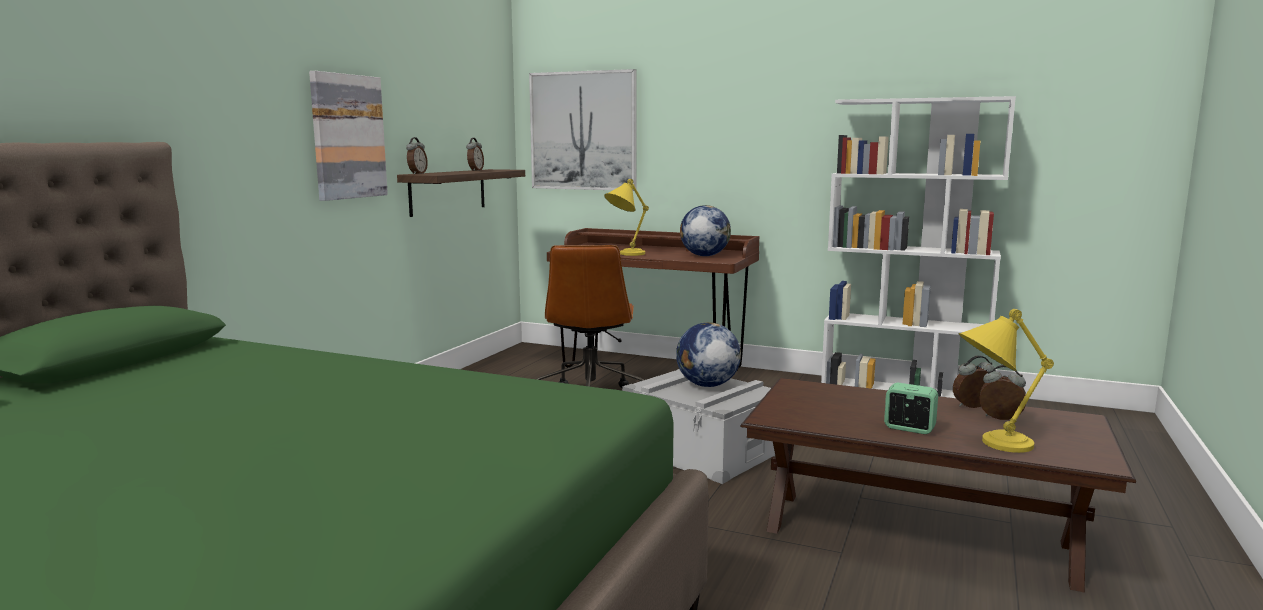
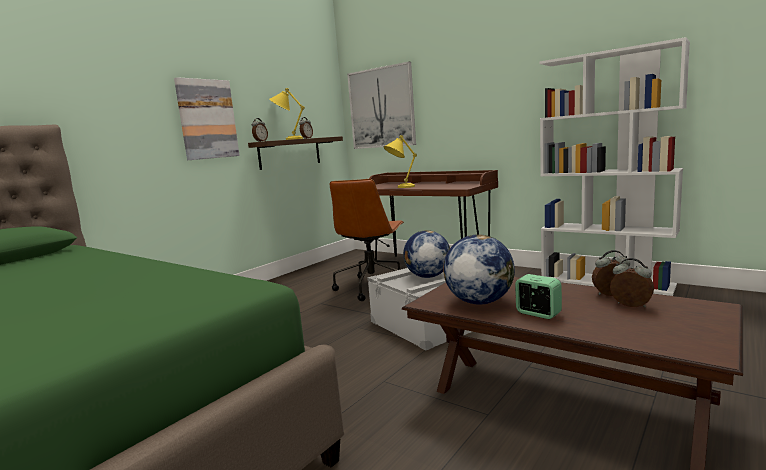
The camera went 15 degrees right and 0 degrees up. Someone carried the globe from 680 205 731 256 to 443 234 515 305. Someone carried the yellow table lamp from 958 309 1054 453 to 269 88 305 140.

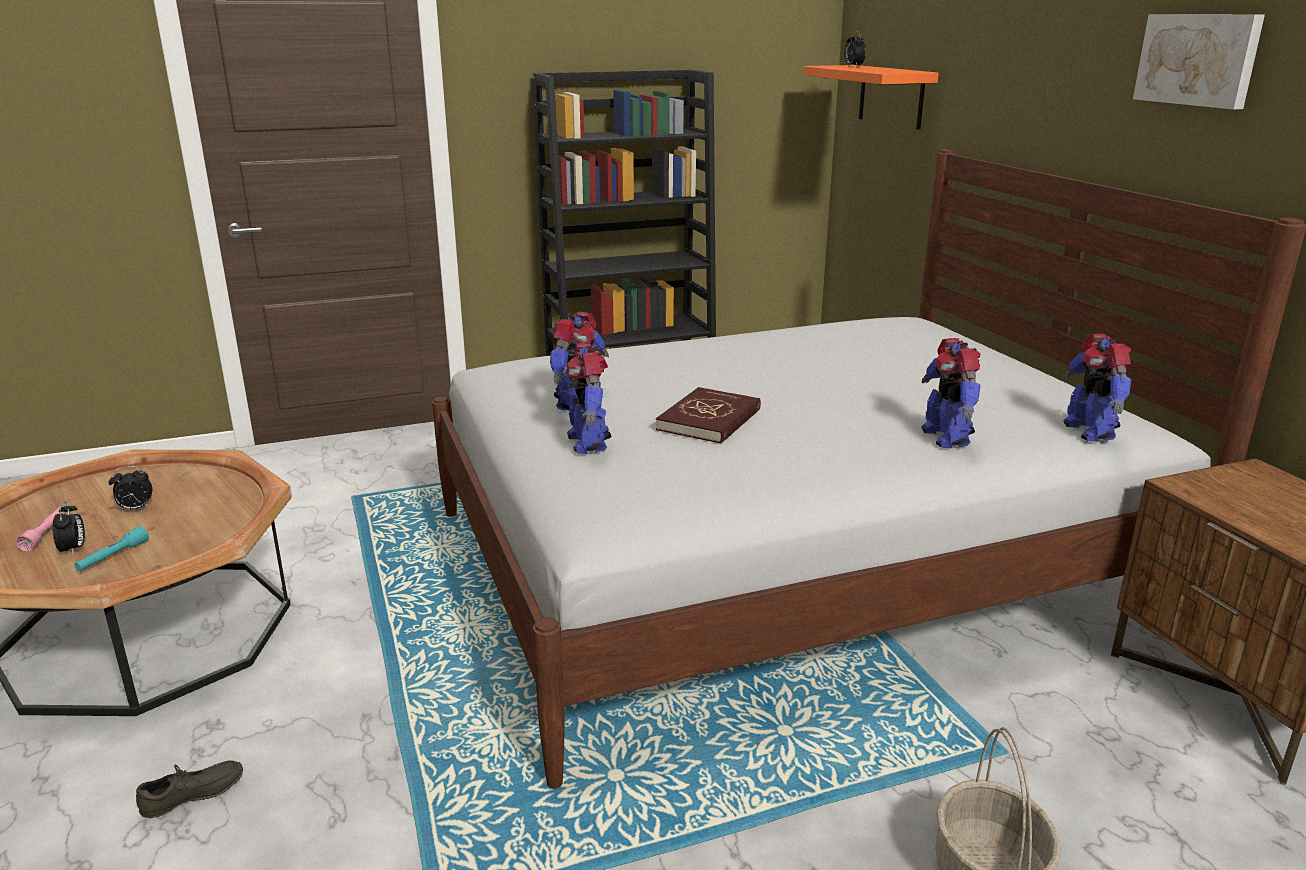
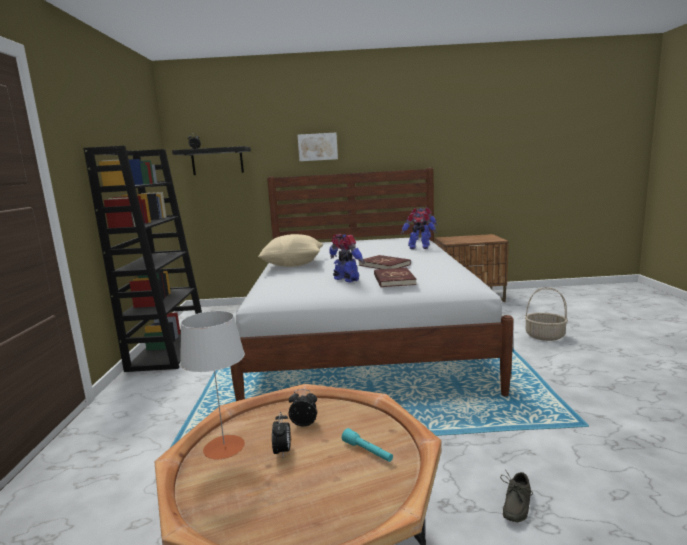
The camera went 70 degrees left and 10 degrees down. Someone took away the pink flashlight at 16 506 67 551. Someone carried the alarm clock from 52 501 85 555 to 289 389 317 426. Someone rotated the grey shoe at 136 760 243 818 by 135 degrees counterclockwise. Someone swapped the toy robot at 565 342 611 454 for the red book at 374 268 417 287. Someone repainted the orange shelf at 803 65 939 130, which became the black shelf at 172 146 251 175. Someone carried the picture from 1133 14 1265 110 to 298 133 338 161. Someone put down the grey table lamp at 180 311 245 460. Someone put down the beige pillow at 258 234 323 267.

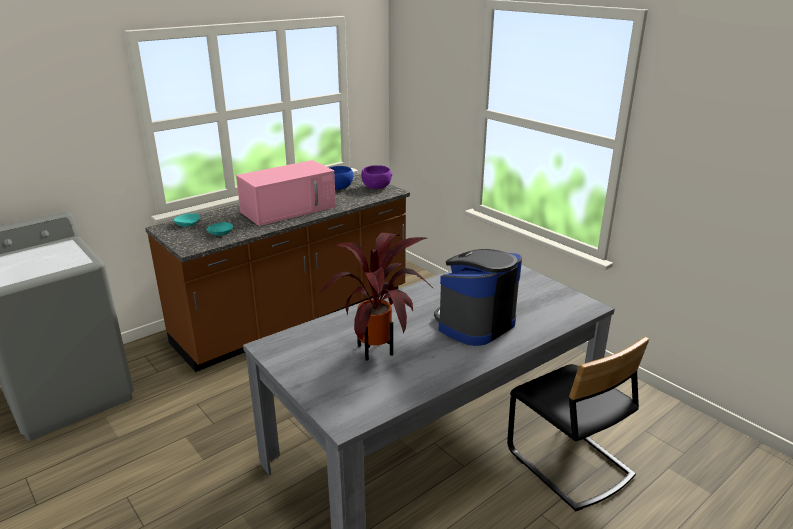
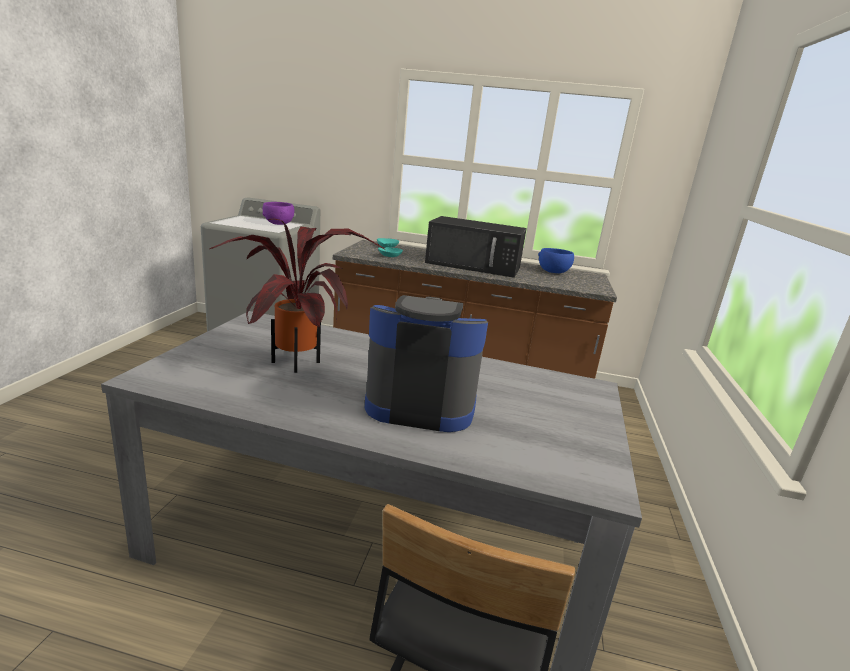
The camera went 50 degrees right and 5 degrees down. Someone repainted the pink microwave at 236 160 336 226, which became the black microwave at 425 216 527 278. Someone carried the purple bowl from 361 165 392 189 to 263 202 294 225.

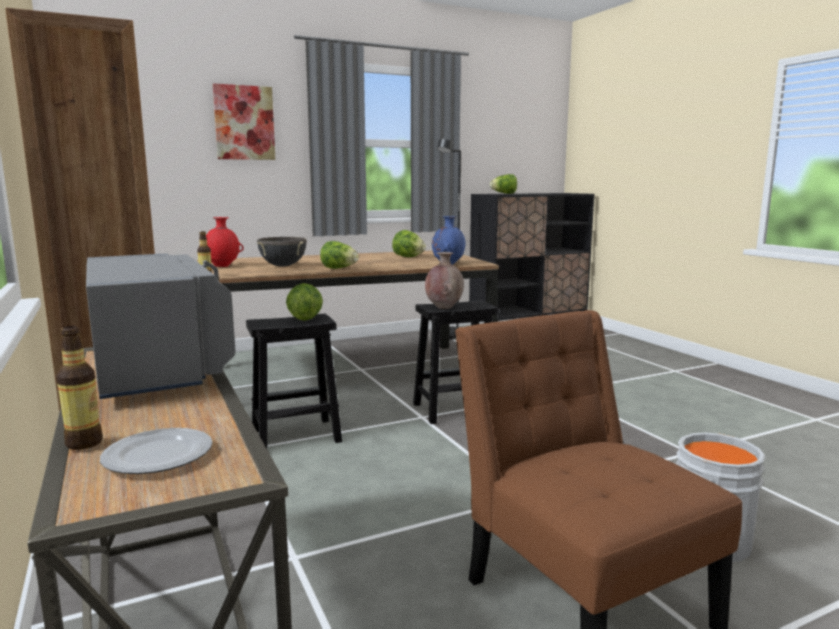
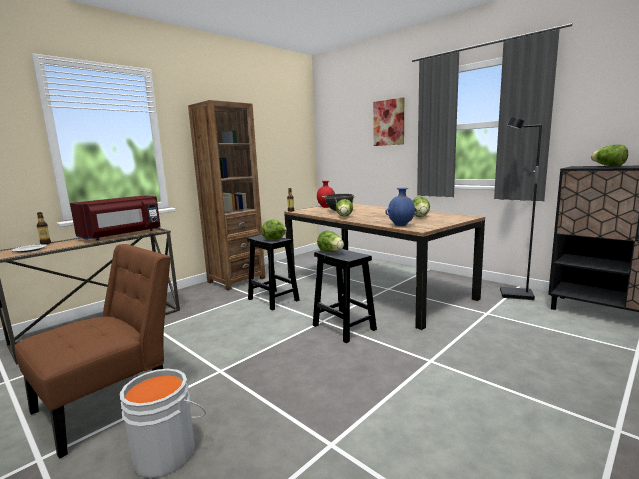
The camera went 70 degrees right and 0 degrees up. Someone repainted the grey microwave at 86 253 235 399, which became the red microwave at 70 195 161 240. Someone swapped the brown vase at 425 252 464 309 for the lettuce at 317 231 344 252.

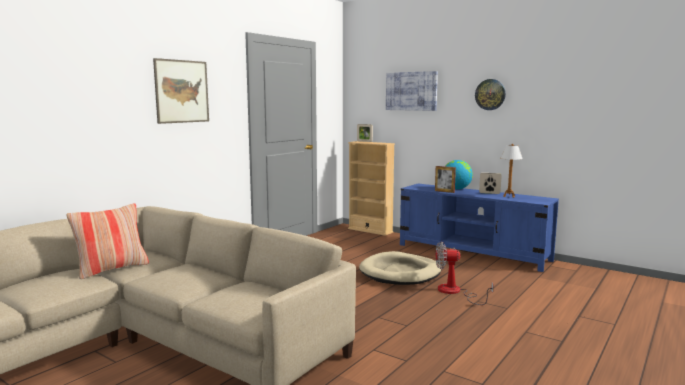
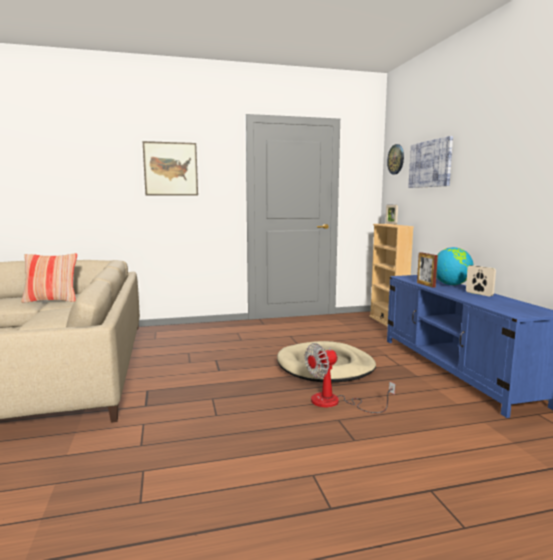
The camera went 40 degrees right and 0 degrees up. Someone rotated the fan at 436 242 494 305 by 75 degrees counterclockwise. Someone carried the wall clock from 475 79 506 110 to 387 144 404 174. Someone took away the table lamp at 501 144 523 198.

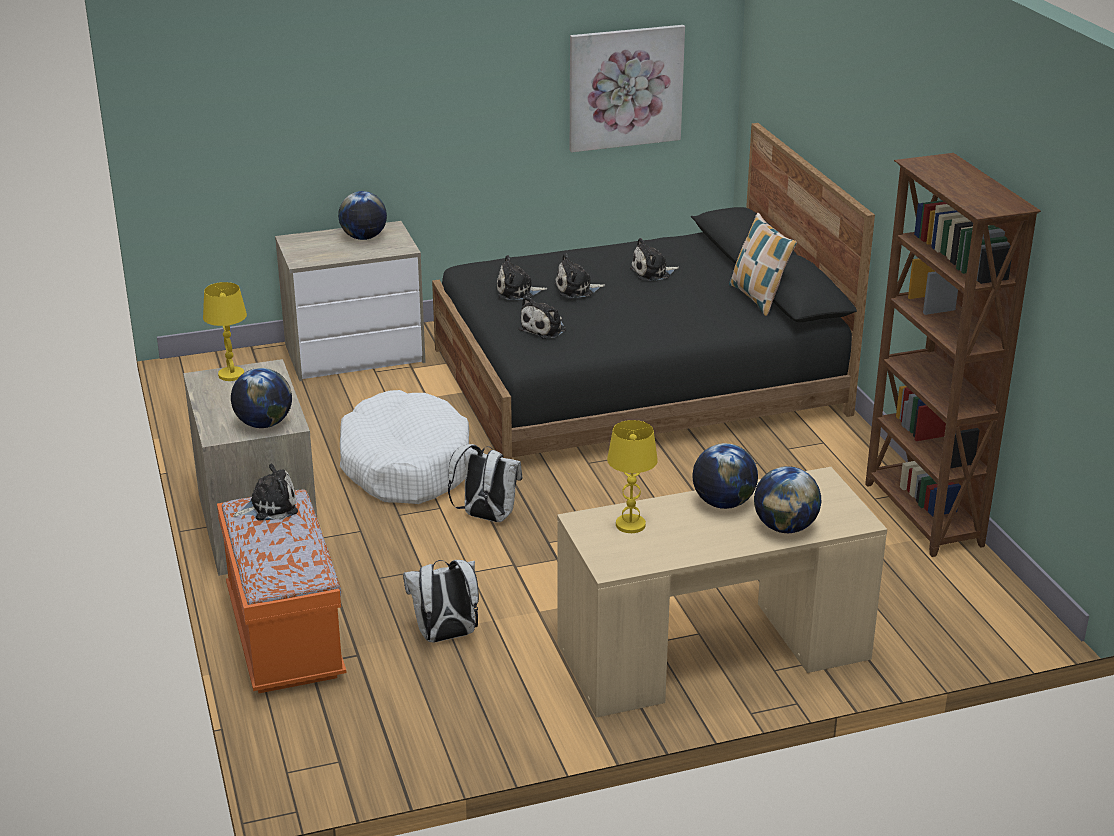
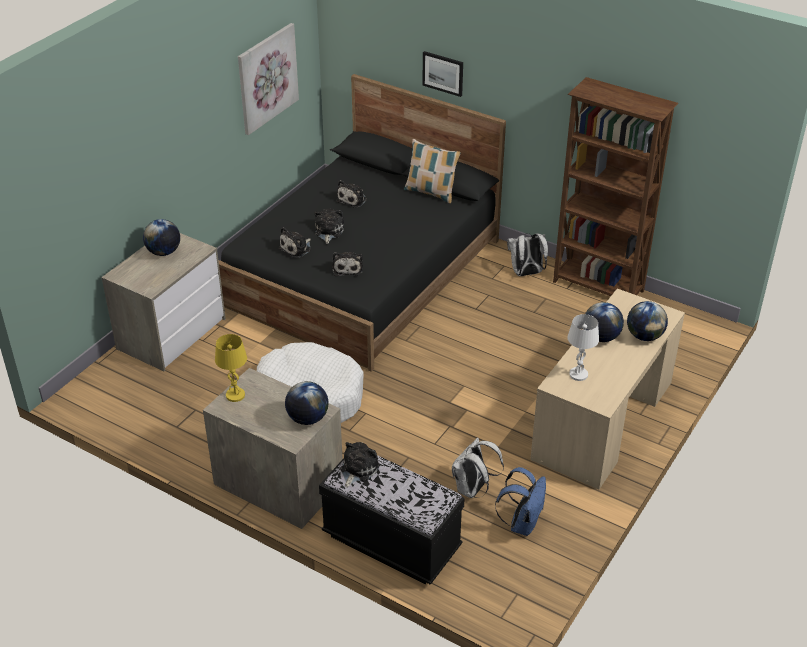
The camera went 40 degrees left and 10 degrees up. Someone repainted the orange bench at 217 489 347 693, which became the black bench at 319 455 465 585. Someone carried the white backpack from 448 444 522 522 to 507 233 548 276. Someone rotated the plush toy at 554 253 605 298 by 150 degrees clockwise. Someone repainted the yellow table lamp at 607 420 658 533, which became the white table lamp at 567 314 599 381. Someone put up the picture at 422 51 463 97. Someone put down the blue backpack at 495 467 546 536.

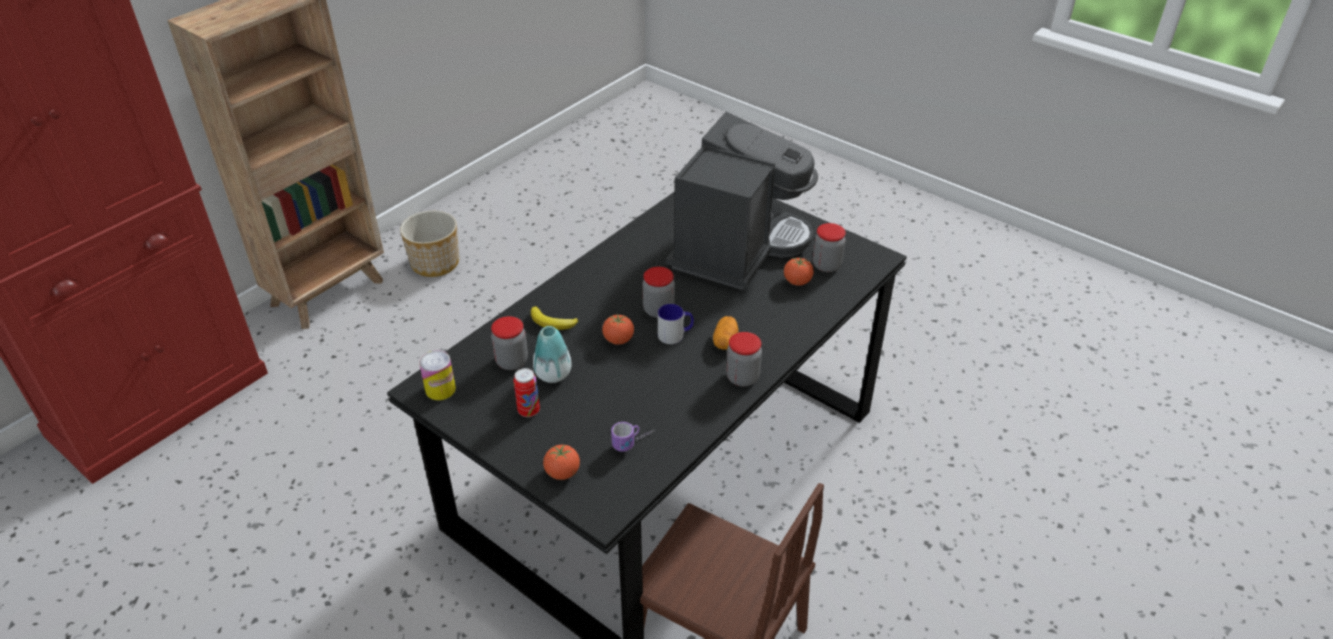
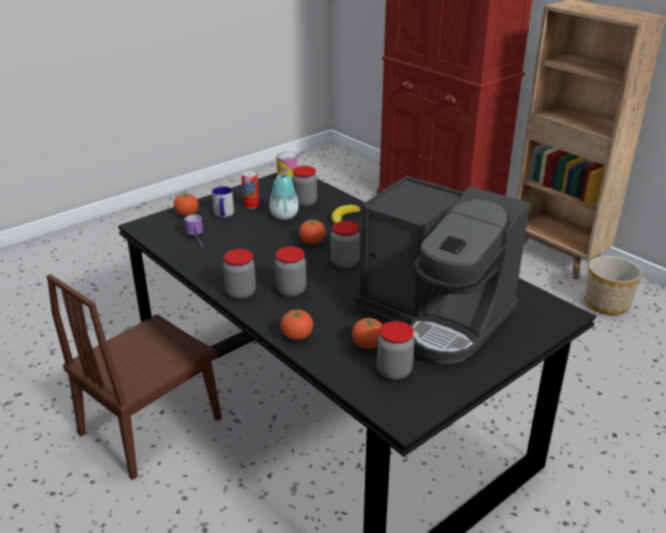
The camera went 100 degrees right and 10 degrees down. Someone carried the mug from 658 304 694 344 to 212 186 234 217. Someone swapped the potato at 713 316 739 350 for the jar at 275 246 306 297. Someone put down the tomato at 281 310 313 340.

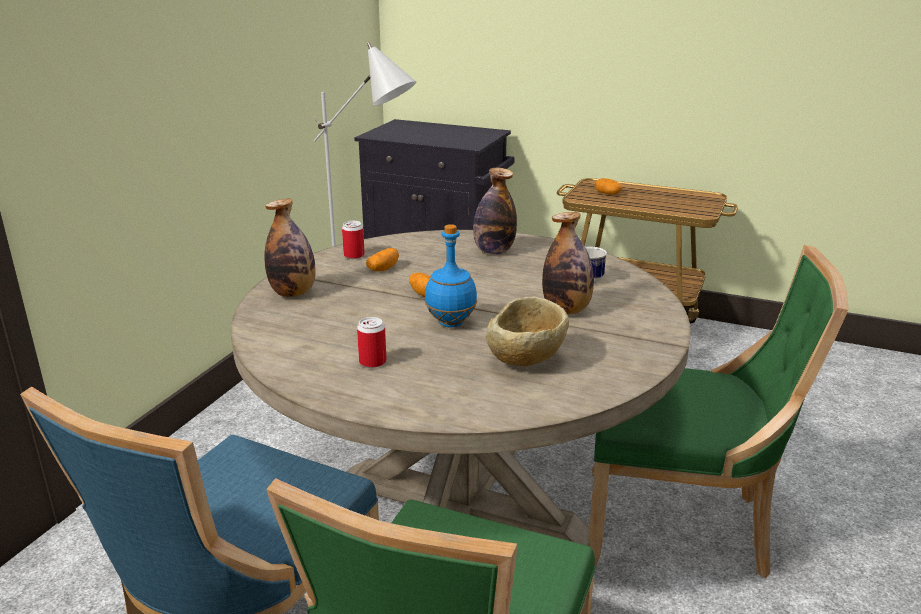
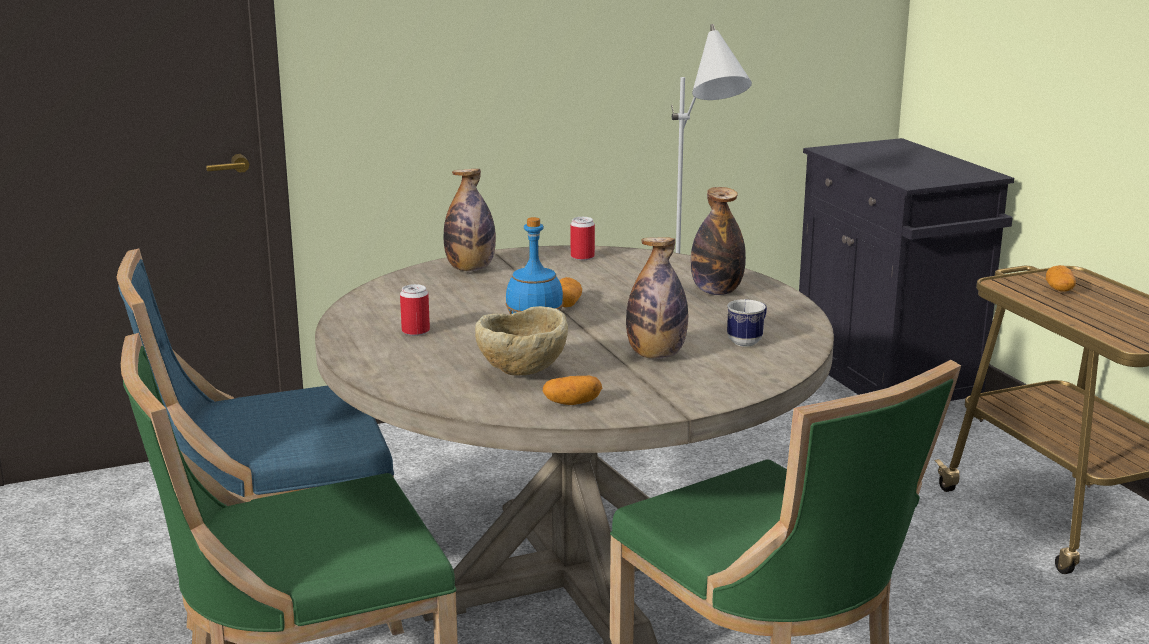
The camera went 45 degrees right and 5 degrees down. Someone carried the potato from 366 248 399 271 to 543 376 602 405.

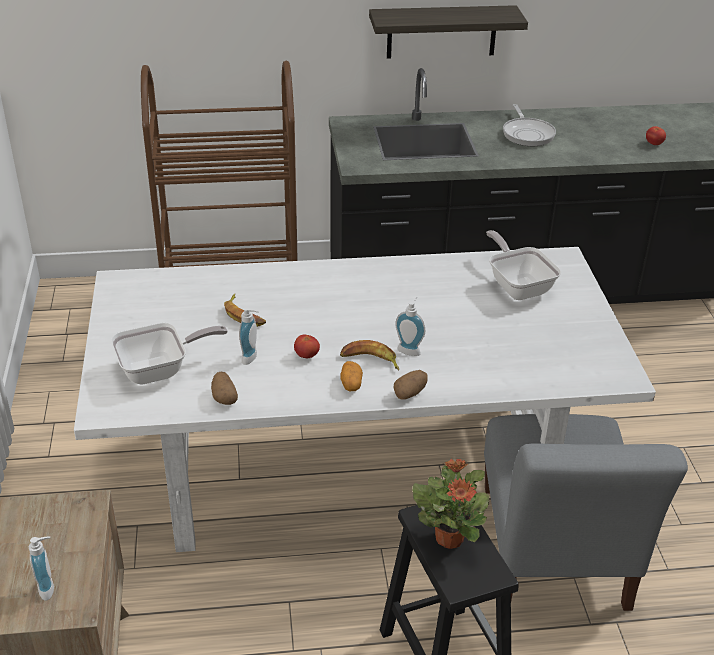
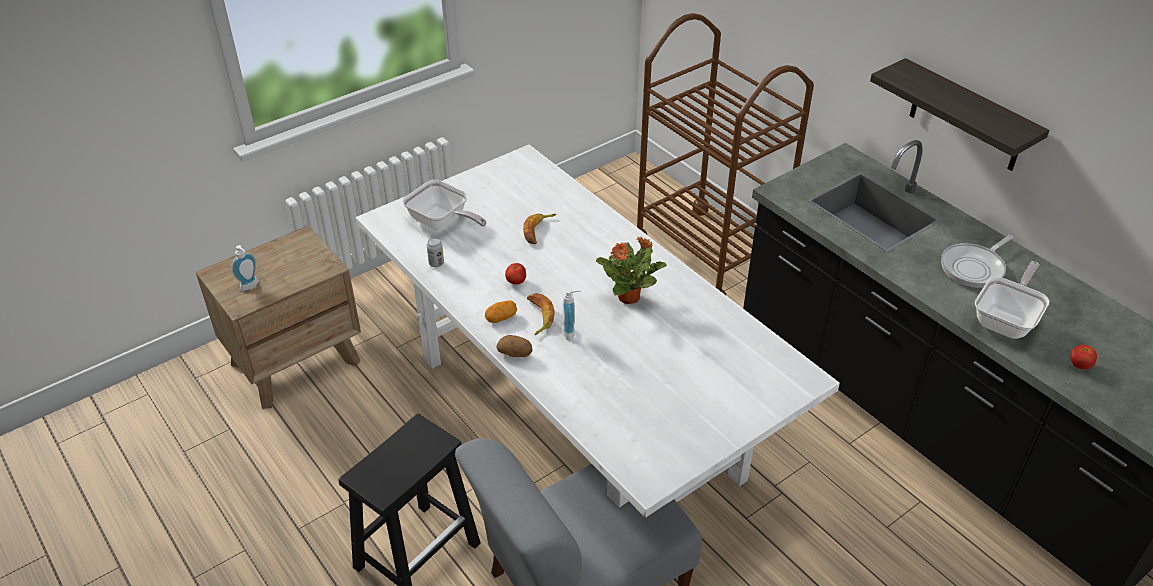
The camera went 60 degrees right and 5 degrees up. Someone swapped the potato at 211 372 238 405 for the can at 427 238 444 267. Someone took away the soap dispenser at 239 307 259 365. Someone carried the potted plant from 412 459 489 549 to 596 236 667 304. Someone carried the frying pan from 486 230 561 300 to 975 261 1050 339.

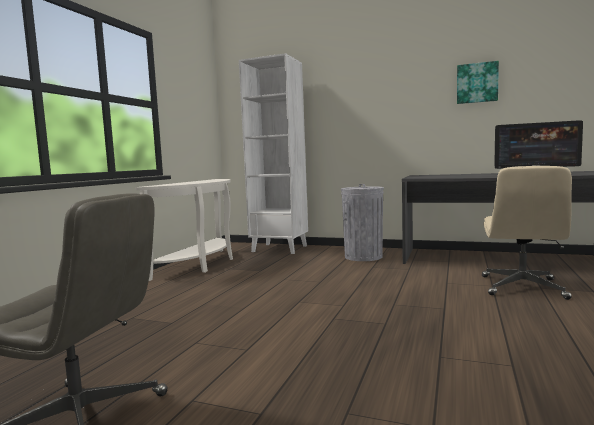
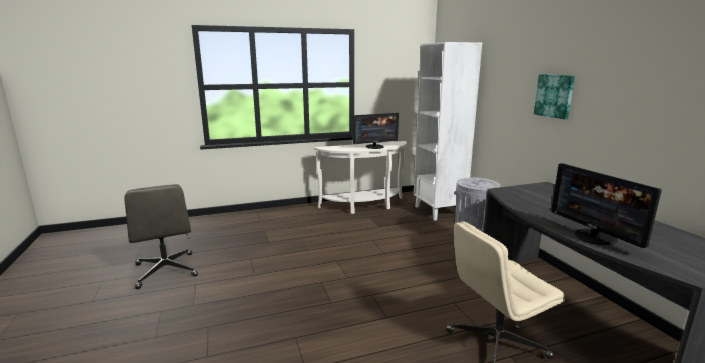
The camera went 50 degrees right and 10 degrees up. Someone carried the picture from 457 61 499 104 to 534 74 575 119. Someone put down the monitor at 353 113 399 149.

